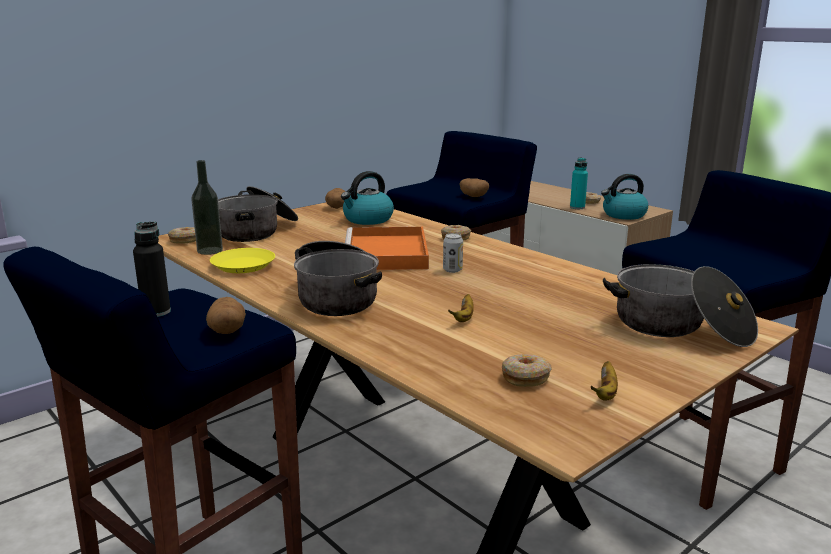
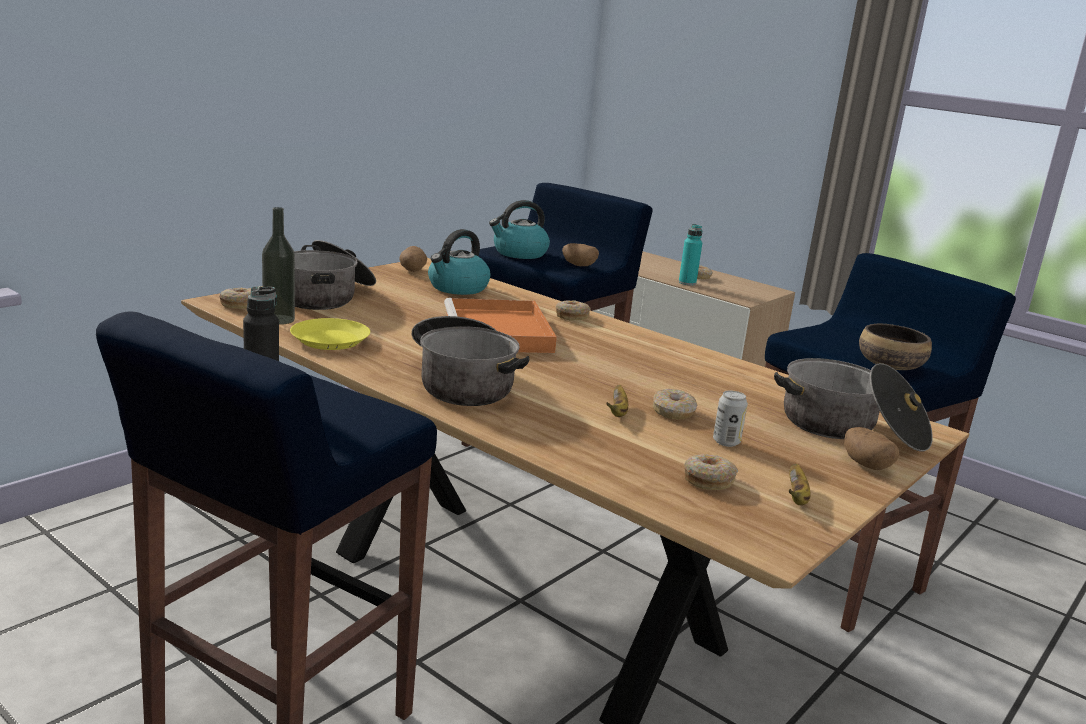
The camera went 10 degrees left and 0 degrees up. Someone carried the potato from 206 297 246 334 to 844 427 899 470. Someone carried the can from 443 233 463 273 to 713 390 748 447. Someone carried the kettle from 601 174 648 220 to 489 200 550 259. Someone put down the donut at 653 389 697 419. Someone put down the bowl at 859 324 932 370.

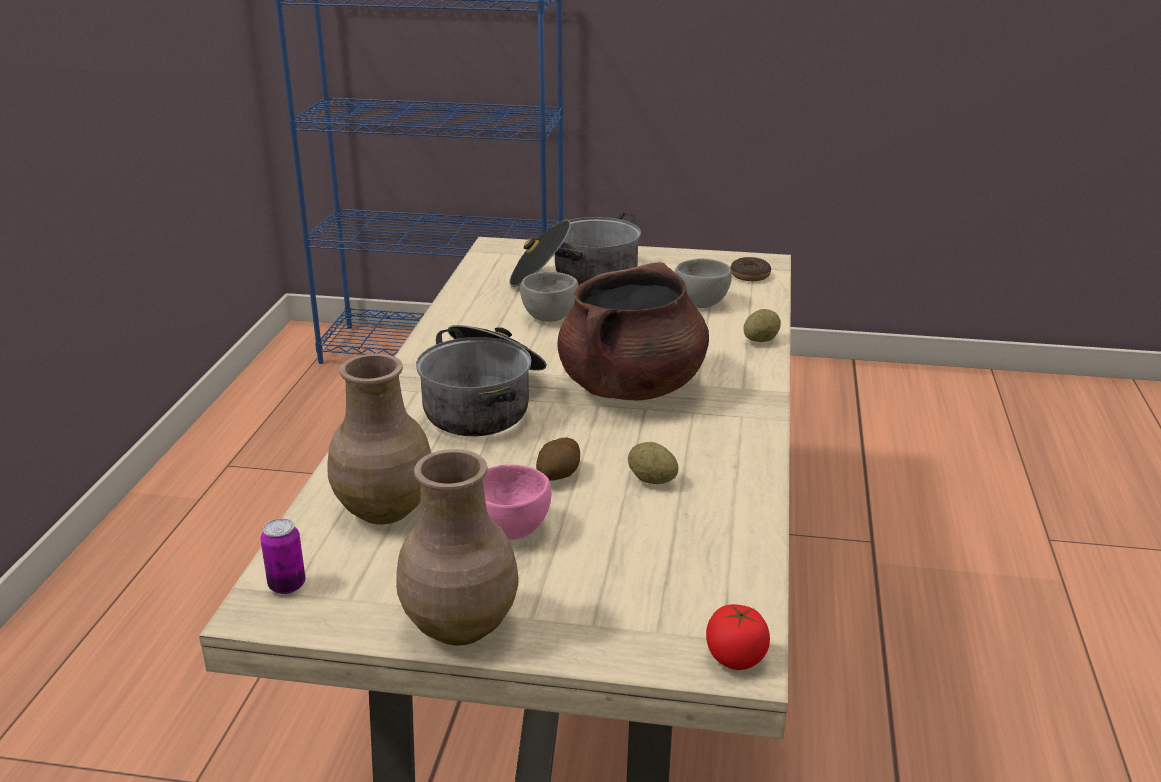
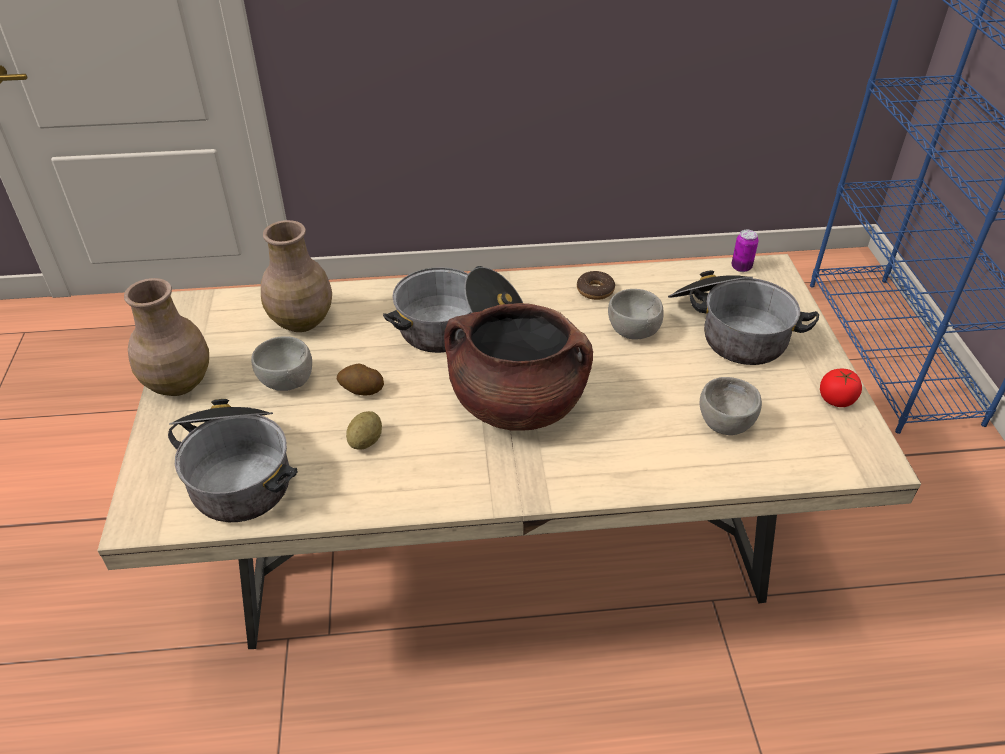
The camera went 75 degrees right and 15 degrees up. Someone carried the can from 260 518 305 594 to 731 230 758 272. Someone repainted the pink bowl at 483 464 551 540, which became the grey bowl at 251 336 312 391. Someone carried the tomato from 706 604 770 670 to 820 369 862 407. Someone carried the donut from 730 257 771 281 to 577 271 615 300. Someone took away the potato at 744 309 781 342. Someone put down the cooking pot at 168 399 298 522.

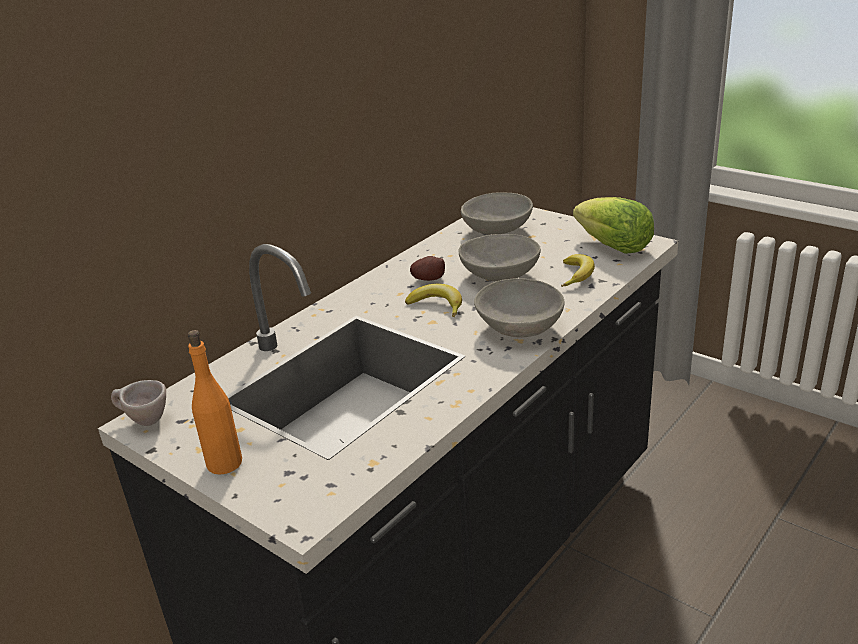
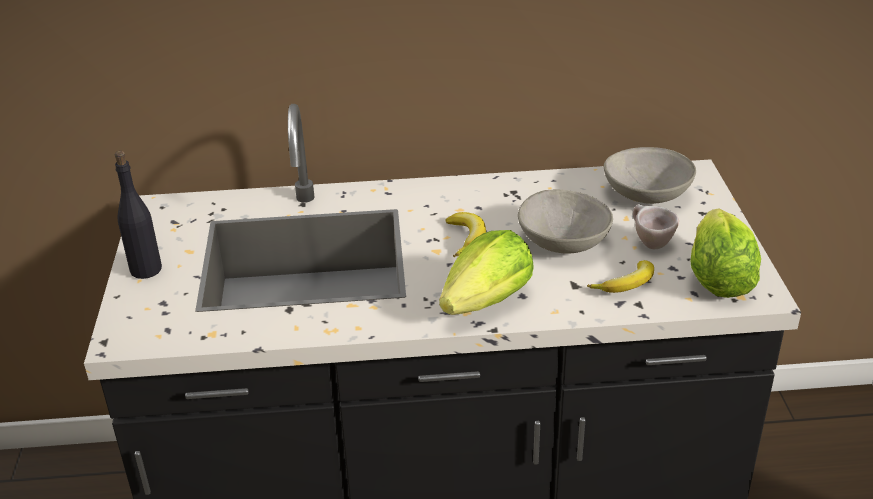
The camera went 45 degrees right and 5 degrees up. Someone carried the beige cup from 111 380 166 426 to 633 204 679 249. Someone repainted the orange bottle at 188 330 242 475, which became the black bottle at 115 151 162 279. Someone took away the potato at 410 256 445 281. Someone swapped the grey bowl at 474 278 565 338 for the lettuce at 439 230 534 315.

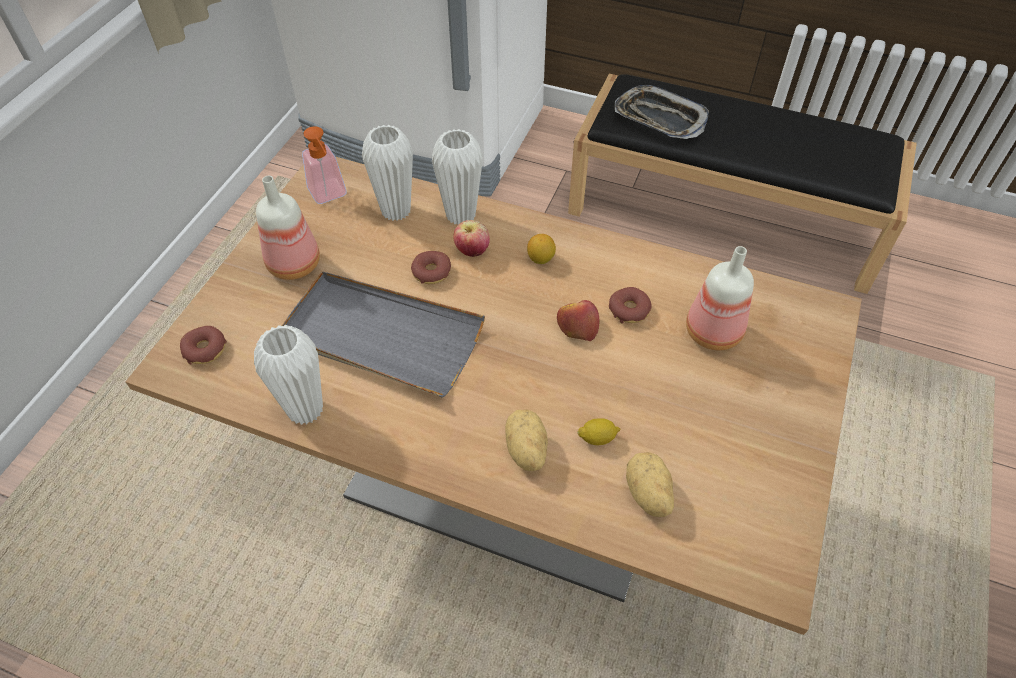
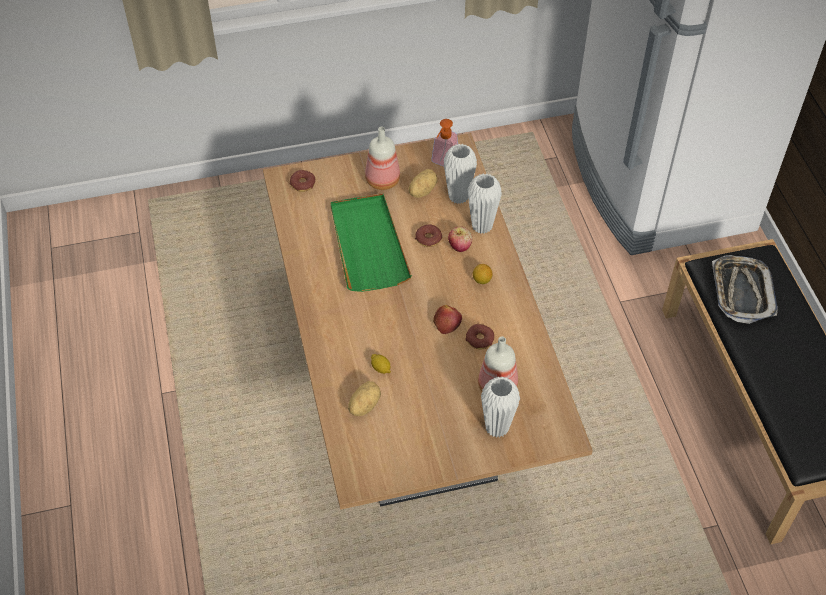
The camera went 55 degrees right and 0 degrees up. Someone carried the white vase from 254 325 323 425 to 481 377 520 438. Someone repainted the grey tray at 282 271 485 398, which became the green tray at 330 193 412 292. Someone carried the potato from 505 410 548 471 to 408 169 438 198.

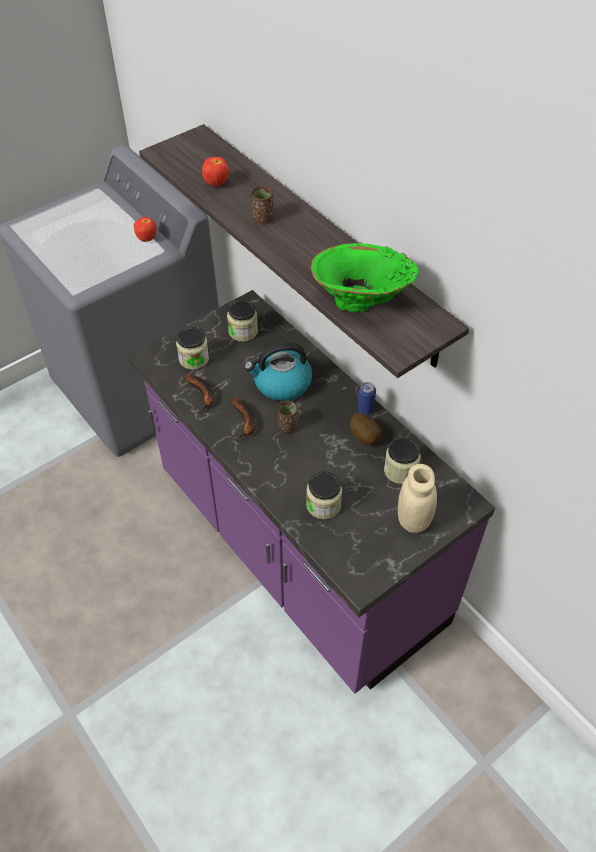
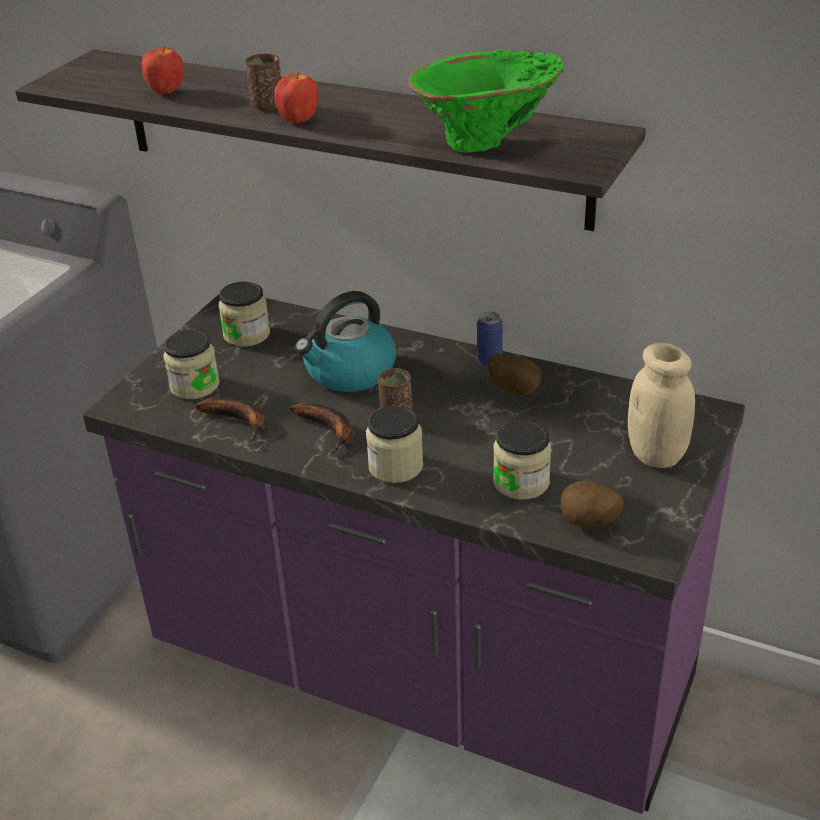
The camera went 25 degrees left and 15 degrees down. Someone carried the apple from 134 217 157 242 to 274 71 318 124. Someone carried the jar from 384 438 421 484 to 366 405 423 483. Someone put down the potato at 561 481 624 528.

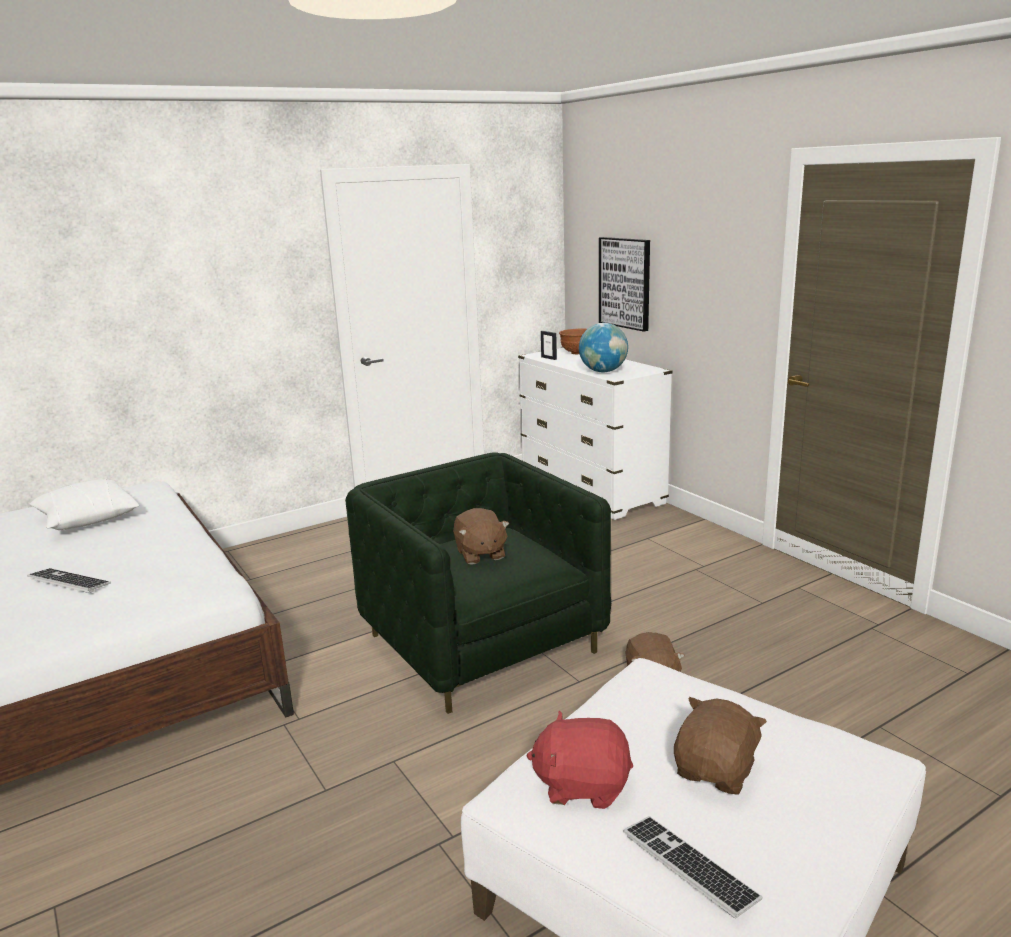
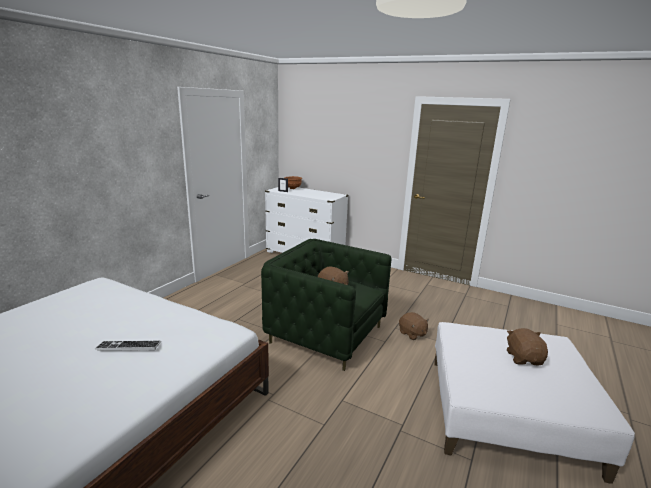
The camera went 30 degrees left and 0 degrees up. Someone took away the white pillow at 29 479 139 530. Someone took away the red plush toy at 526 711 633 809. Someone took away the globe at 579 323 628 372. Someone took away the picture at 599 237 650 332. Someone took away the keyboard at 624 816 762 918.

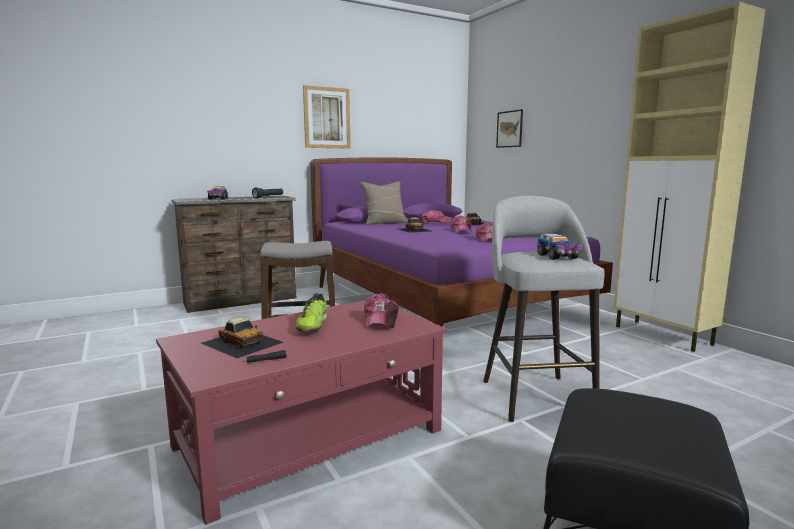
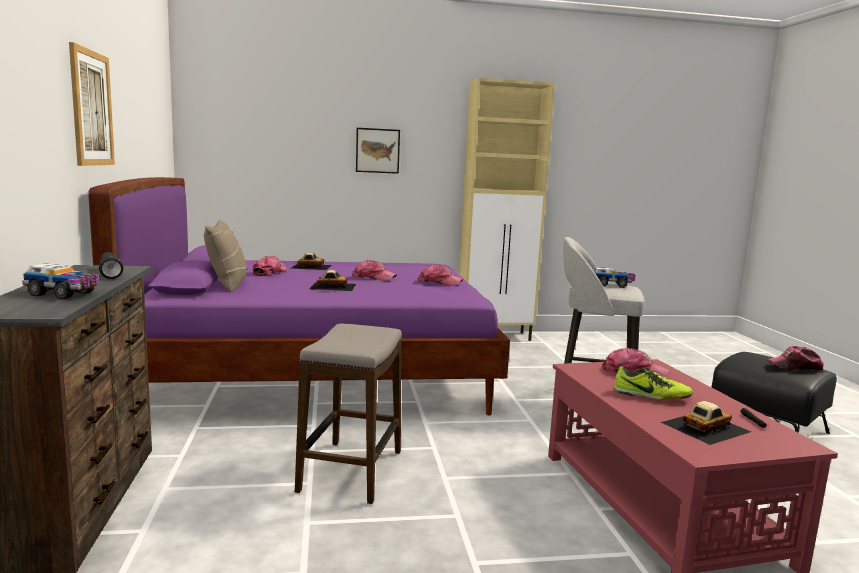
The camera went 70 degrees left and 0 degrees up. Someone carried the picture from 496 109 523 148 to 356 128 400 174. Someone put down the cap at 767 346 824 371.

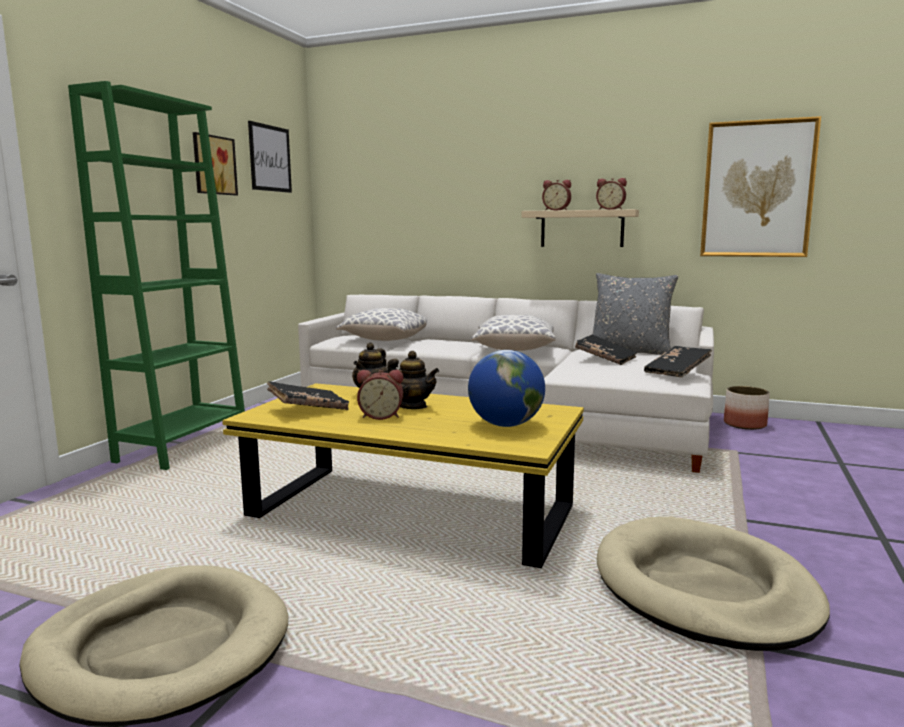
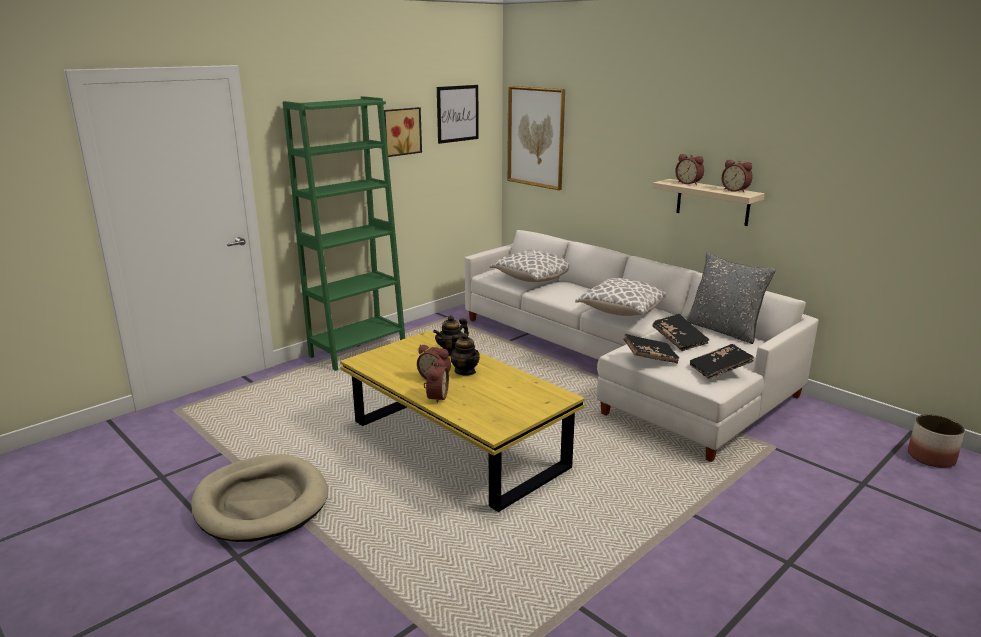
The camera went 25 degrees right and 10 degrees up. Someone carried the black book from 267 381 349 410 to 623 334 679 364. Someone took away the globe at 468 350 545 427. Someone took away the beige dog bed at 597 517 830 651. Someone carried the picture from 700 116 821 257 to 507 86 565 190. Someone carried the planter from 724 386 770 430 to 908 414 965 468. Someone put down the alarm clock at 424 358 449 404.

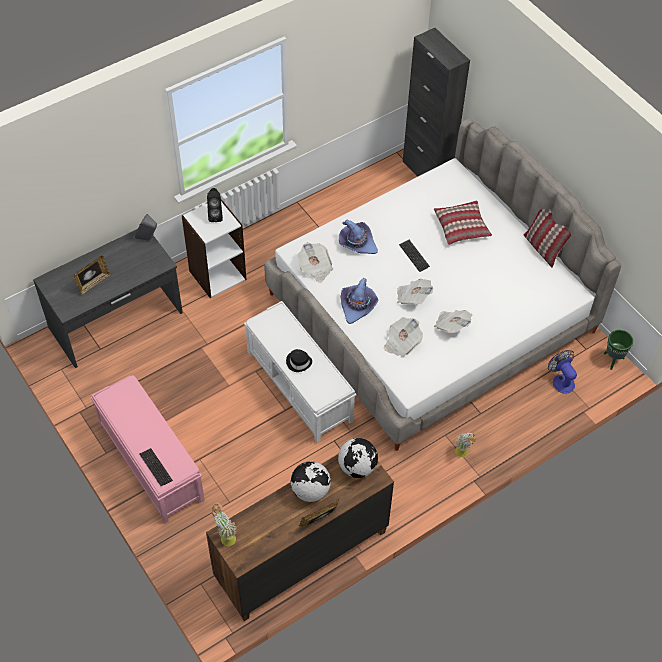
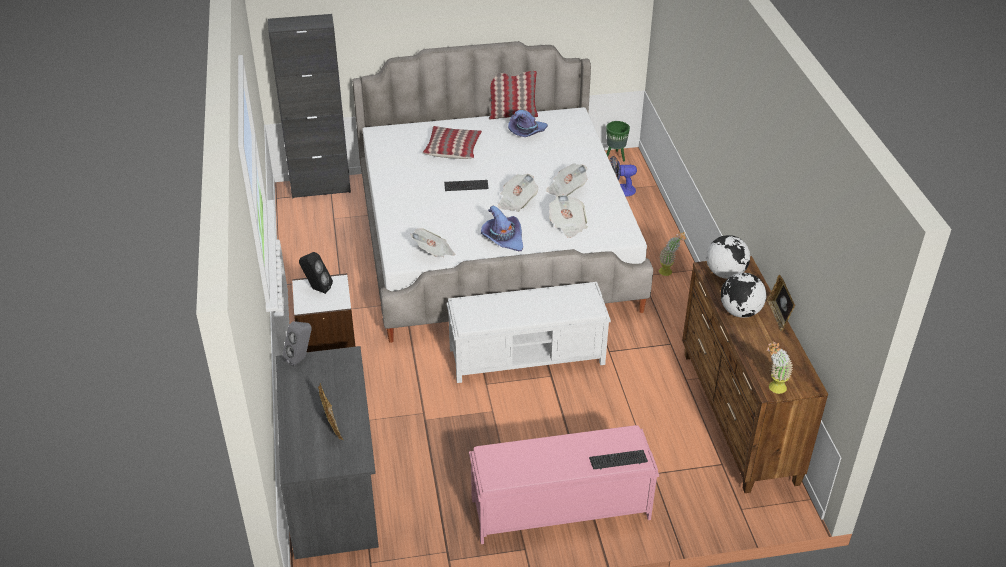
The camera went 65 degrees left and 15 degrees down. Someone took away the black hat at 286 349 312 372. Someone carried the purple hat from 339 219 378 254 to 508 110 548 137.

